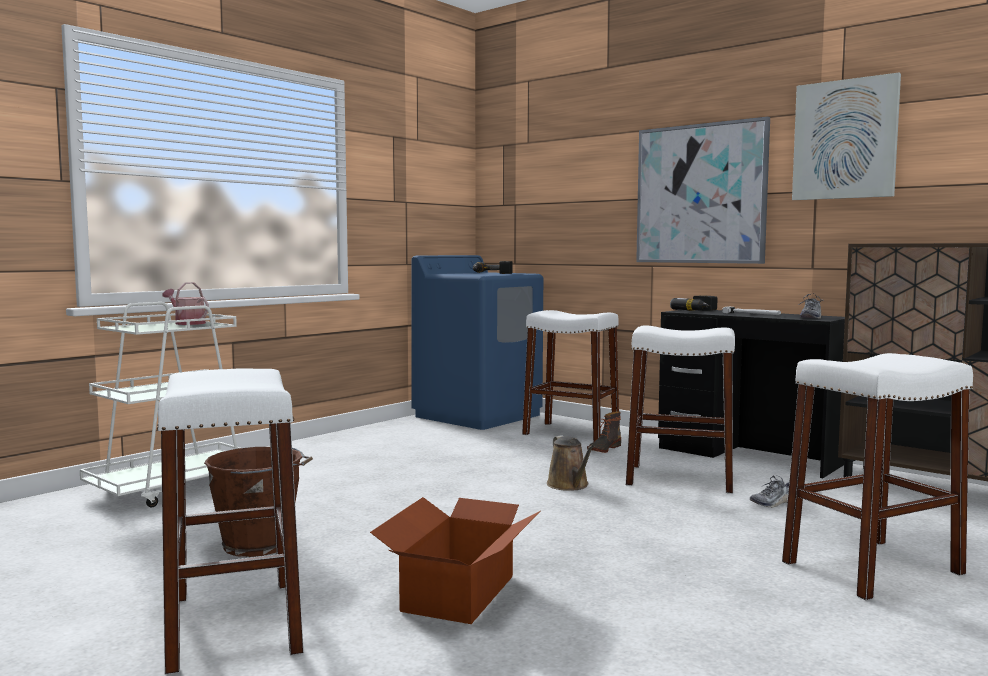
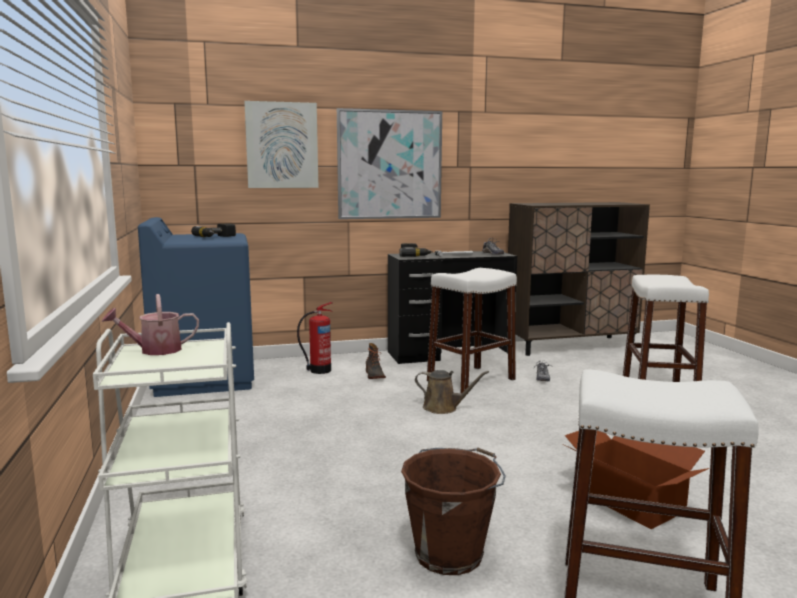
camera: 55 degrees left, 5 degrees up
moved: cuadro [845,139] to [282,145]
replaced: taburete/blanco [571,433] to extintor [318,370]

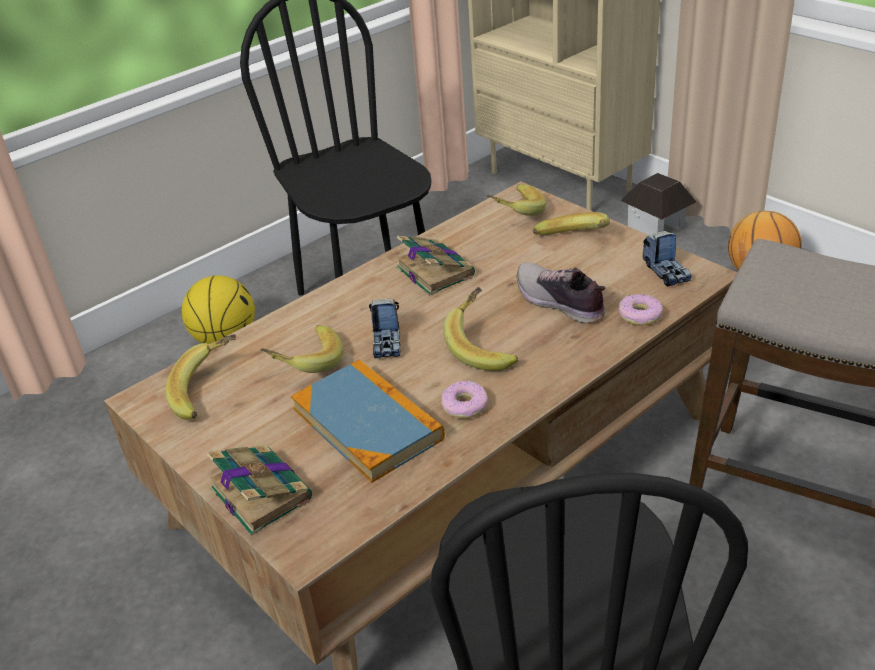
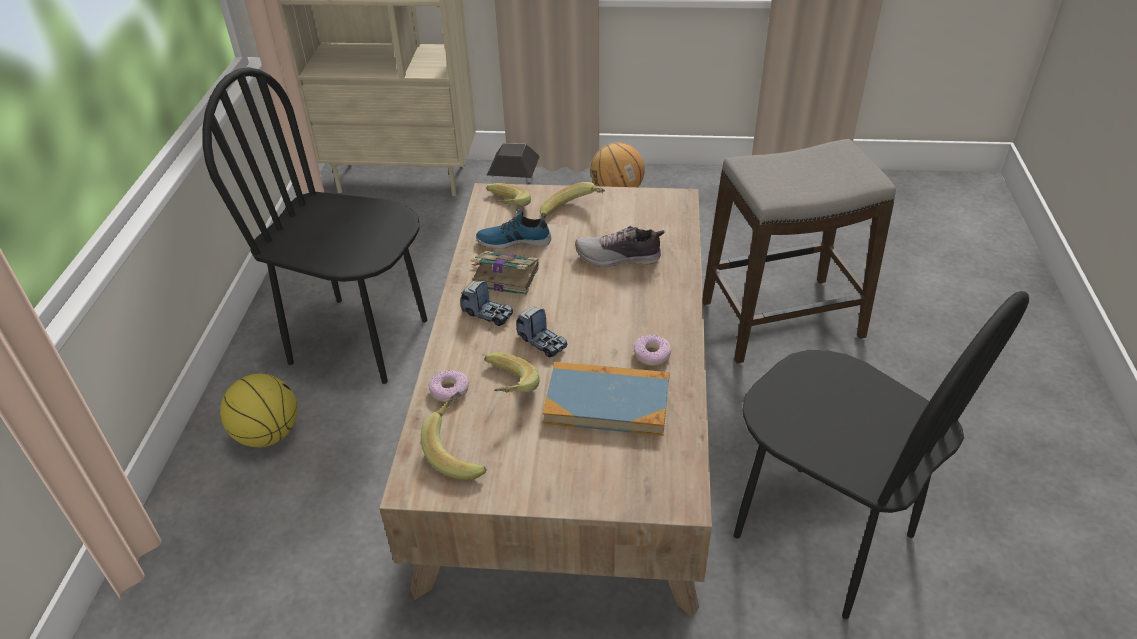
camera: 45 degrees left, 5 degrees up
removed: libro [260,493]; plátano [485,347]
added: zapato [514,240]
moved: rosquilla [639,316] to [449,390]; camión de juguete [666,271] to [487,313]

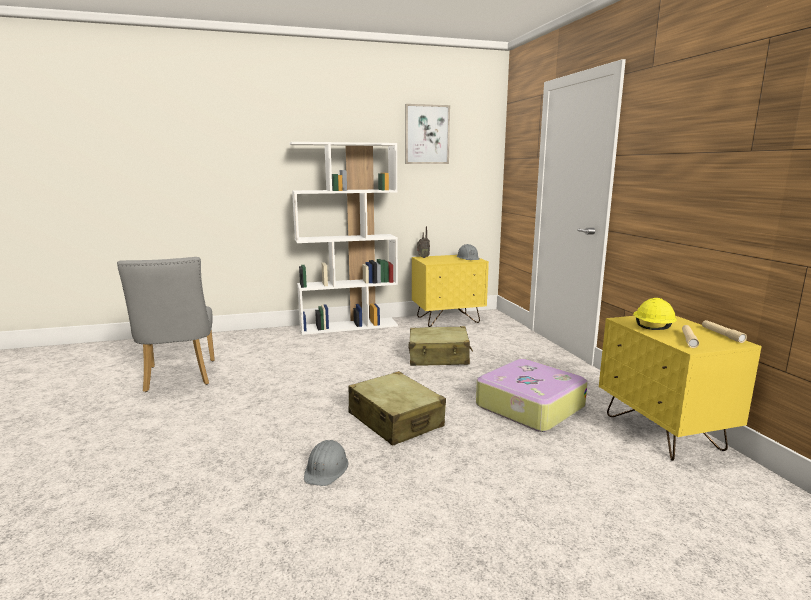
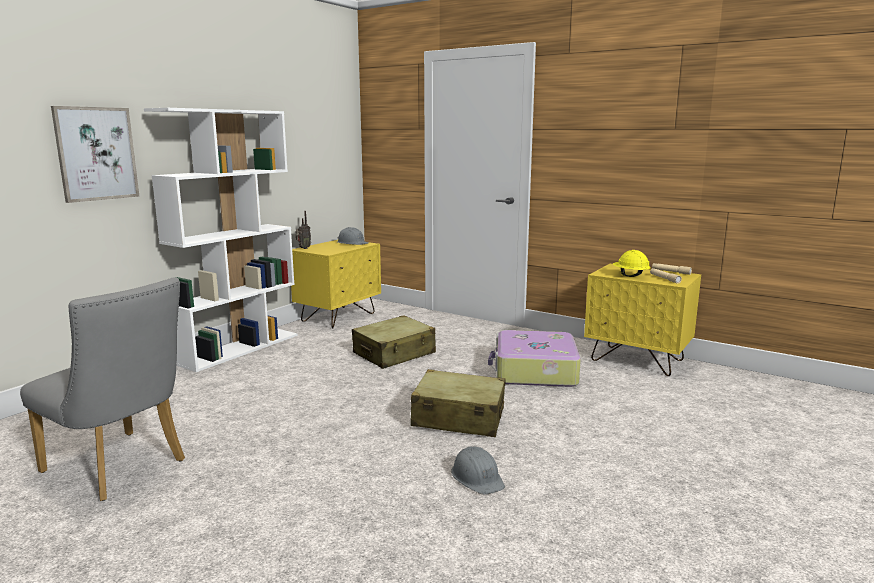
camera: 40 degrees left, 0 degrees up
moved: cuadro [427,134] to [96,154]

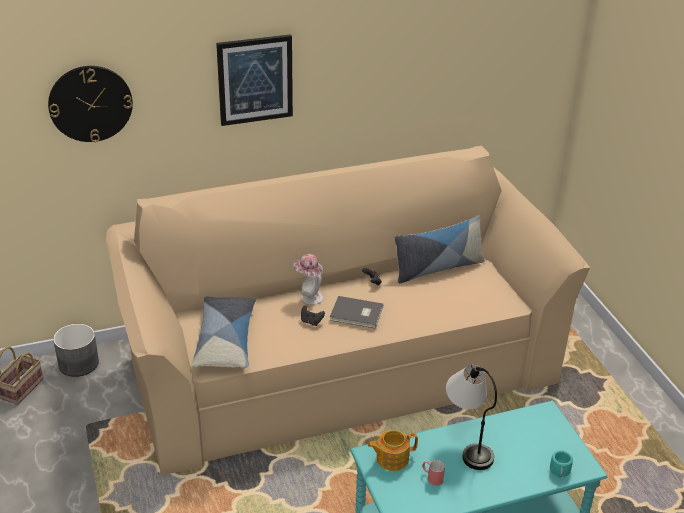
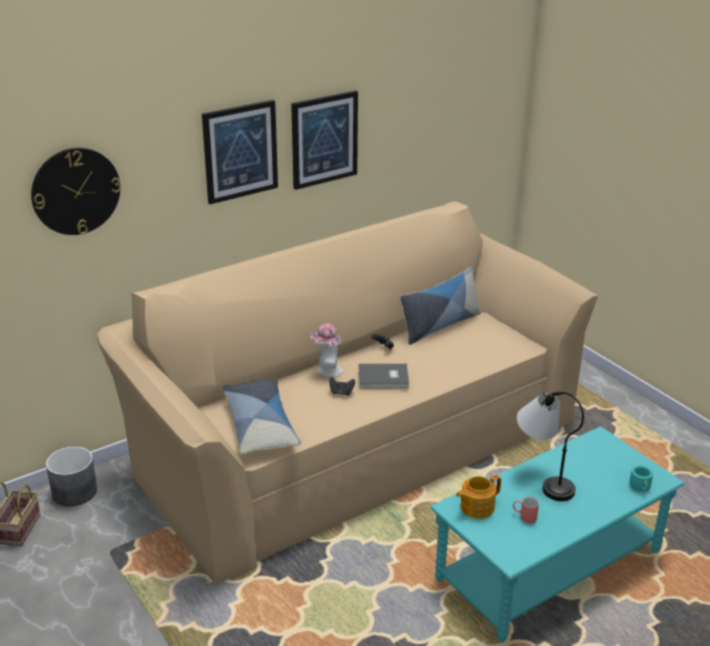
camera: 15 degrees left, 5 degrees down
added: cuadro [324,139]

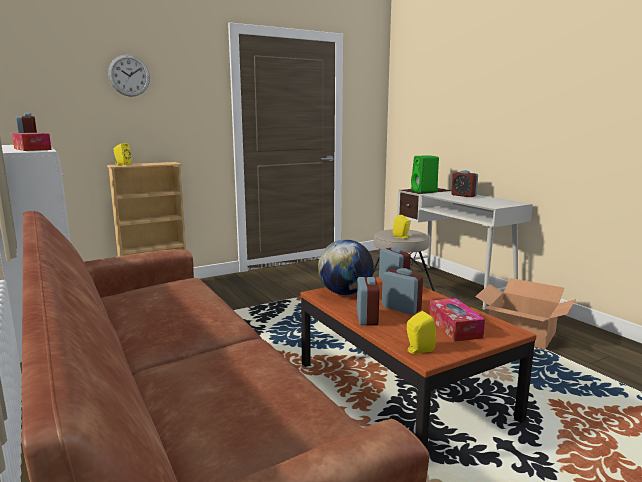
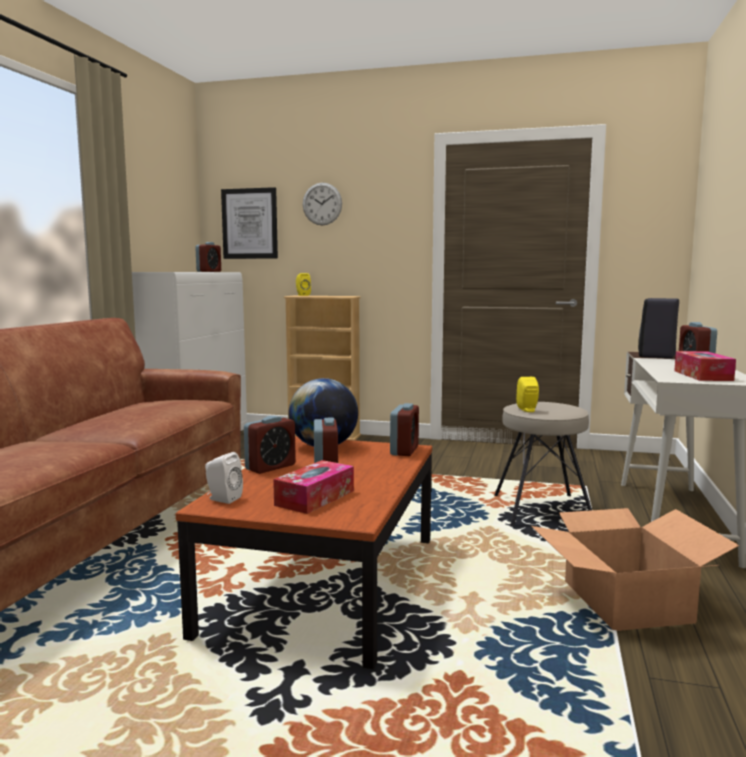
camera: 45 degrees right, 5 degrees down
added: cuadro [250,223]
moved: caja de pañuelos [32,149] to [702,375]
recoloured: altavoz/amarillo [418,350] to altavoz/blanco [222,499]; altavoz/verde [424,191] to altavoz/negro [657,356]

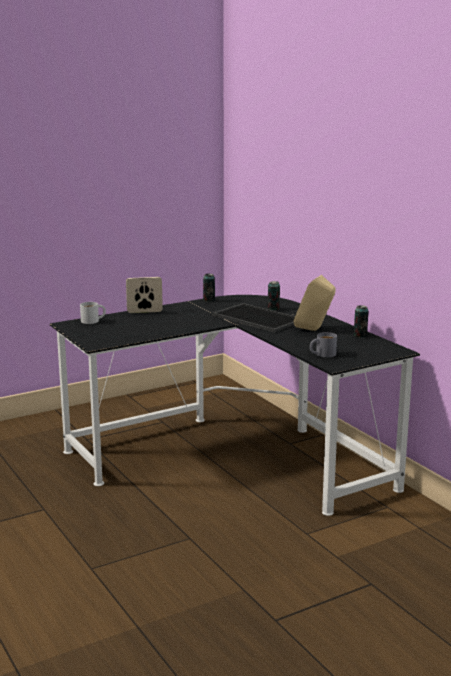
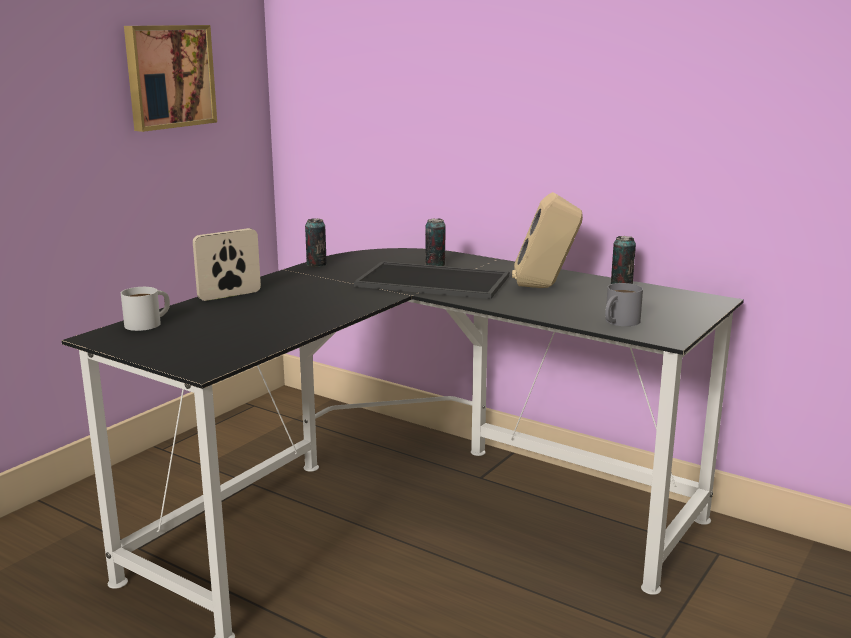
camera: 25 degrees left, 0 degrees up
added: cuadro [169,76]

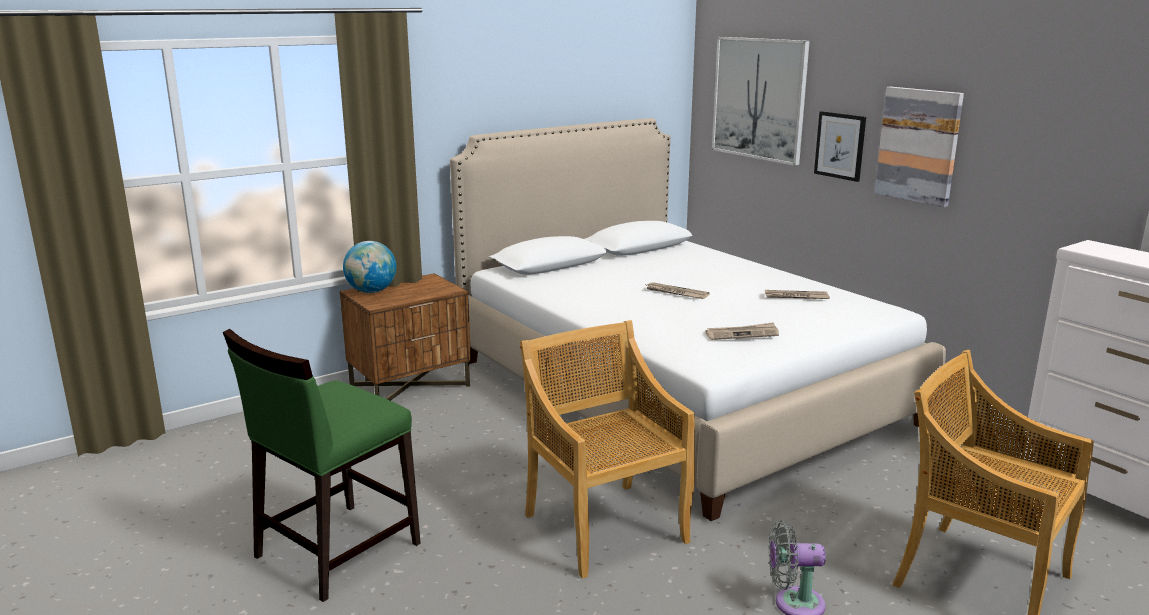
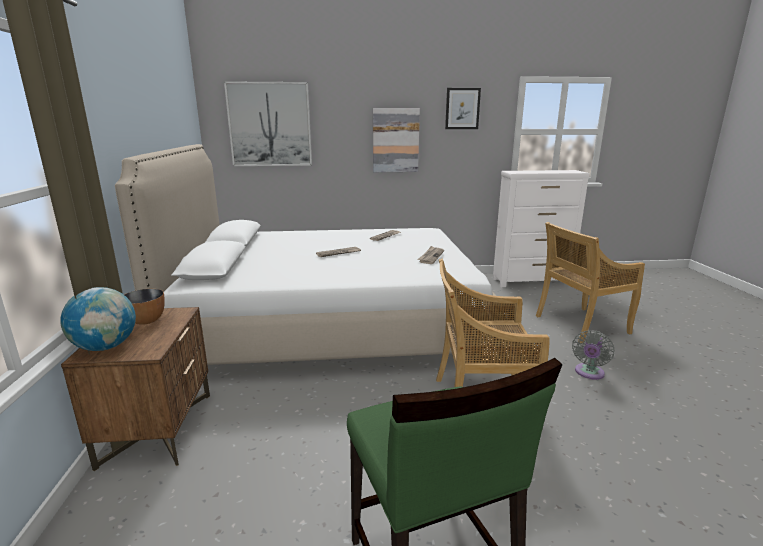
camera: 60 degrees left, 0 degrees up
added: cuenco [147,321]
moved: cuadro [840,146] to [462,108]

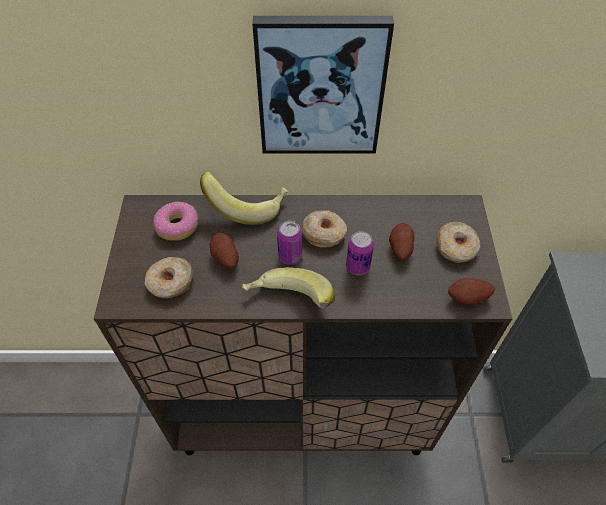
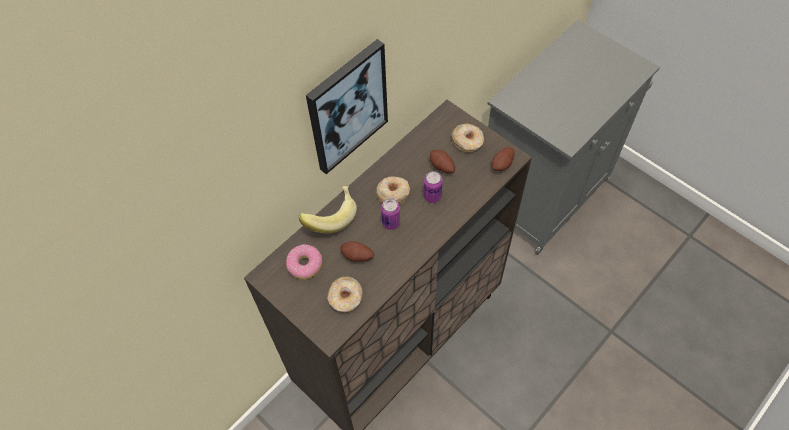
camera: 45 degrees left, 5 degrees up
removed: plátano [288,304]

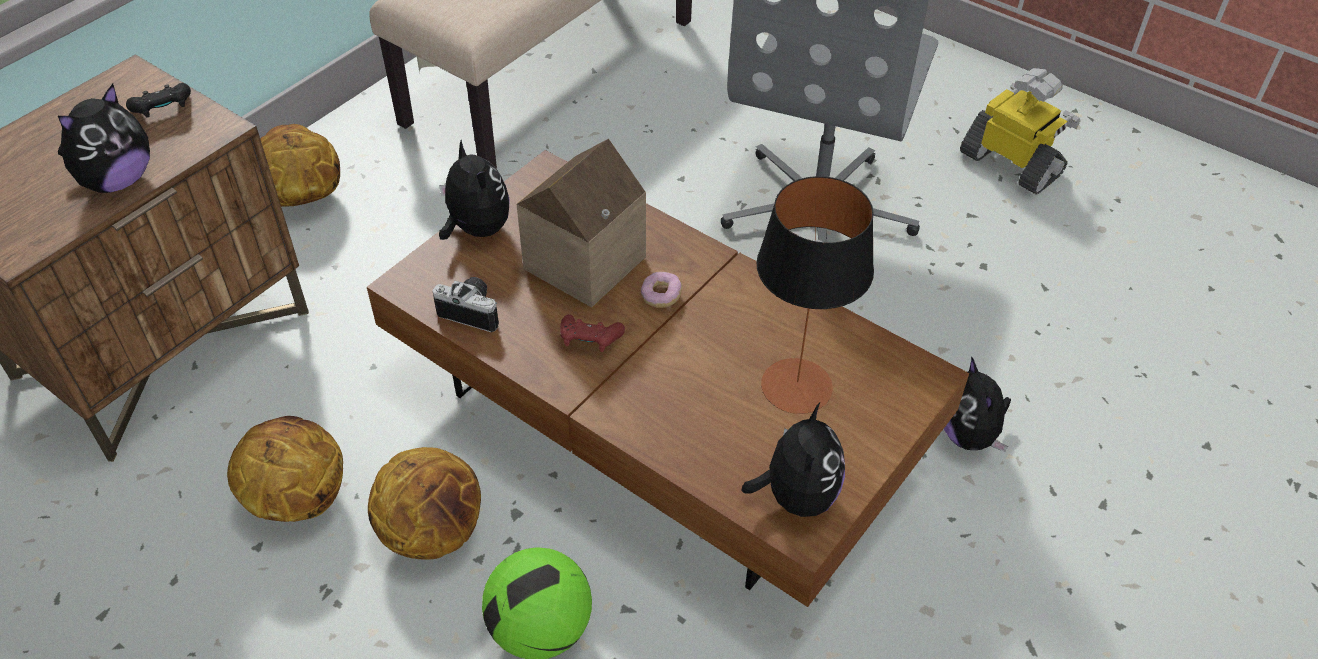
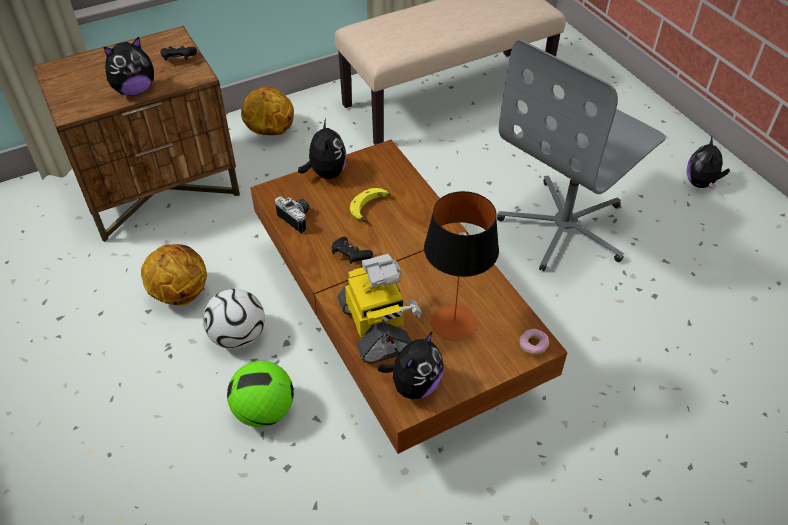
camera: 25 degrees right, 0 degrees up
moved: rosquilla [661,296] to [533,346]; peluche [969,435] to [701,183]; robot de juguete [1012,164] to [376,328]
replaced: balón de baloncesto [434,532] to balón de fútbol [238,337]; casita [579,261] to plátano [372,209]
recoloured: mando de consola/rojo [590,341] to mando de consola/negro [350,256]

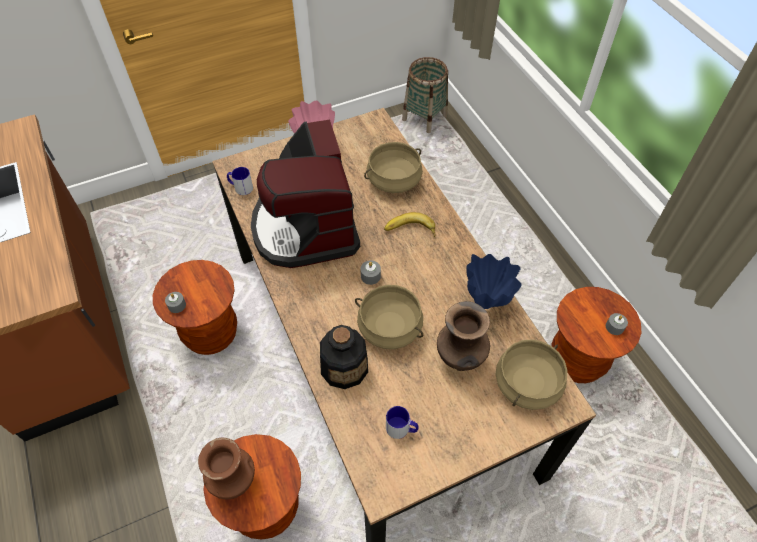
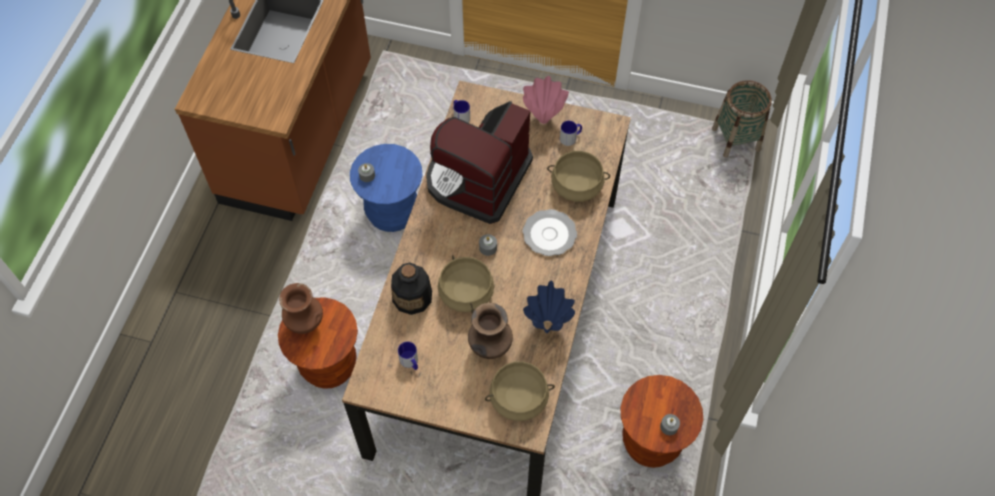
camera: 40 degrees right, 5 degrees up
added: taza grande [570,138]
replaced: plátano [410,231] to plato [548,234]
recoloured: taburete/marrón [211,333] to taburete/azul [392,213]

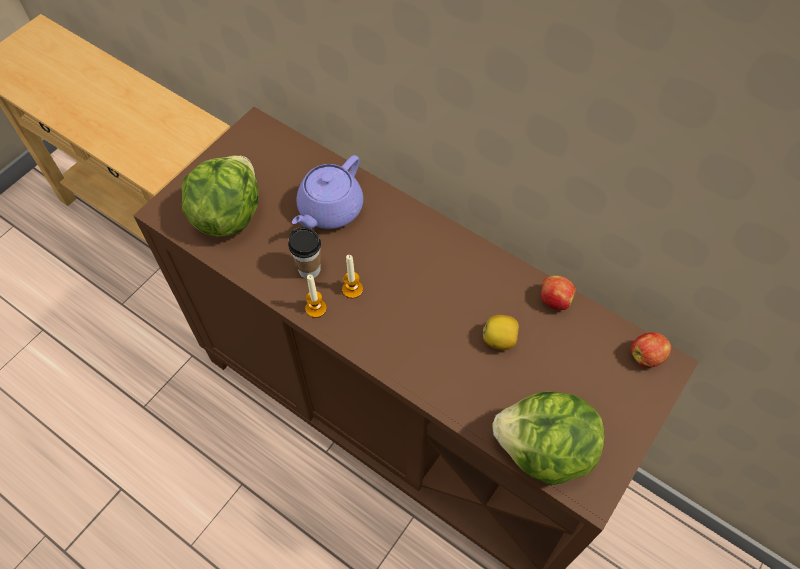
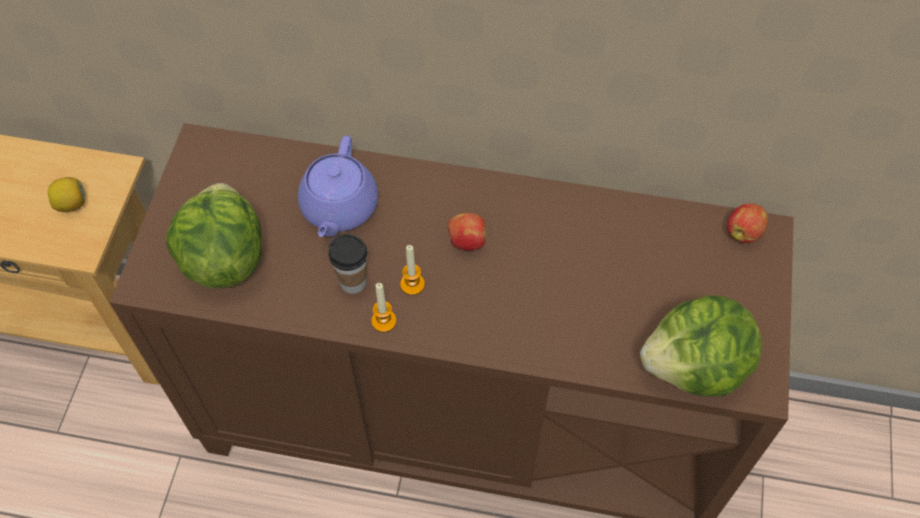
camera: 25 degrees left, 0 degrees up
moved: limón [500,339] to [72,204]; manzana [554,300] to [466,241]

